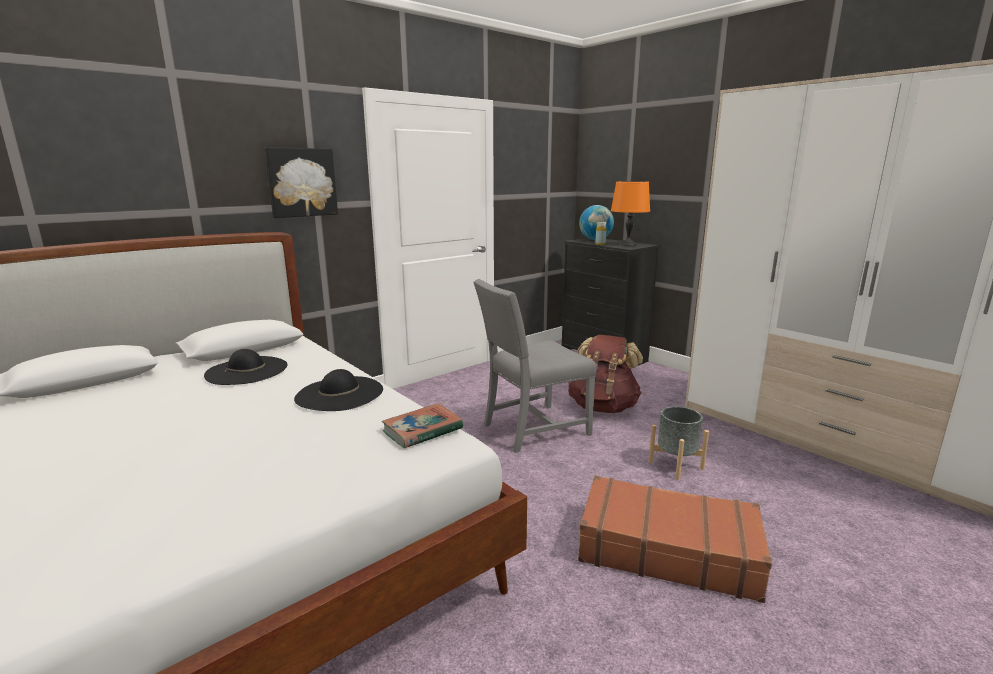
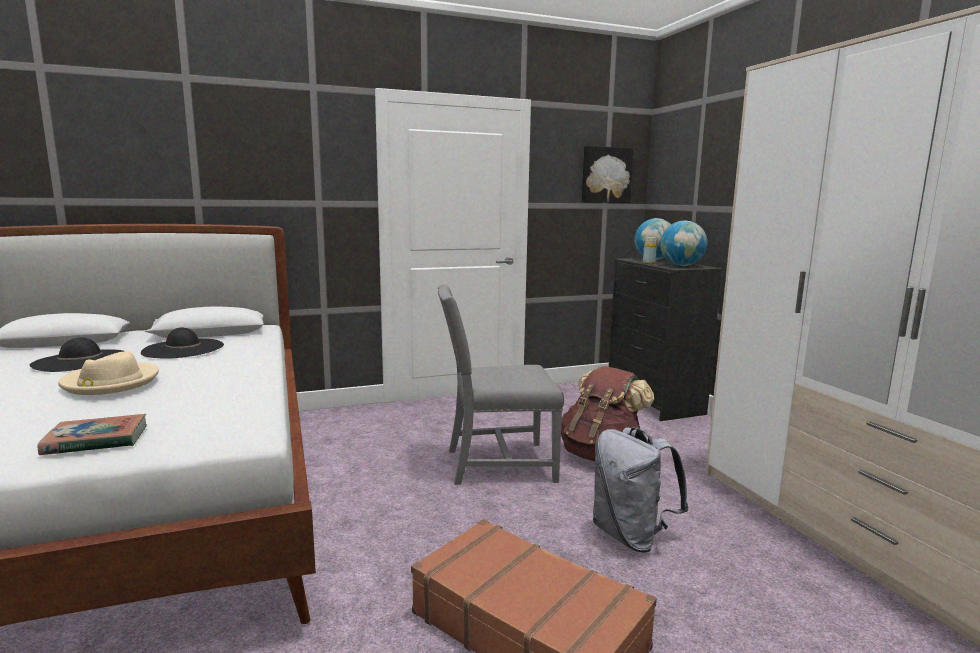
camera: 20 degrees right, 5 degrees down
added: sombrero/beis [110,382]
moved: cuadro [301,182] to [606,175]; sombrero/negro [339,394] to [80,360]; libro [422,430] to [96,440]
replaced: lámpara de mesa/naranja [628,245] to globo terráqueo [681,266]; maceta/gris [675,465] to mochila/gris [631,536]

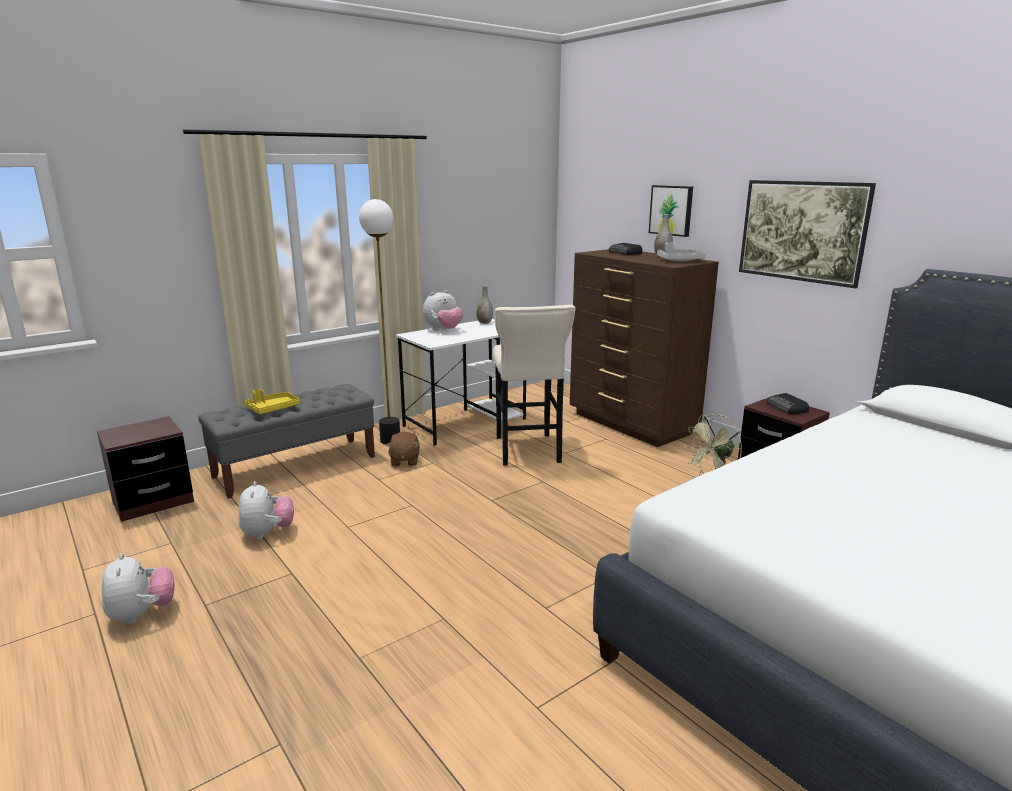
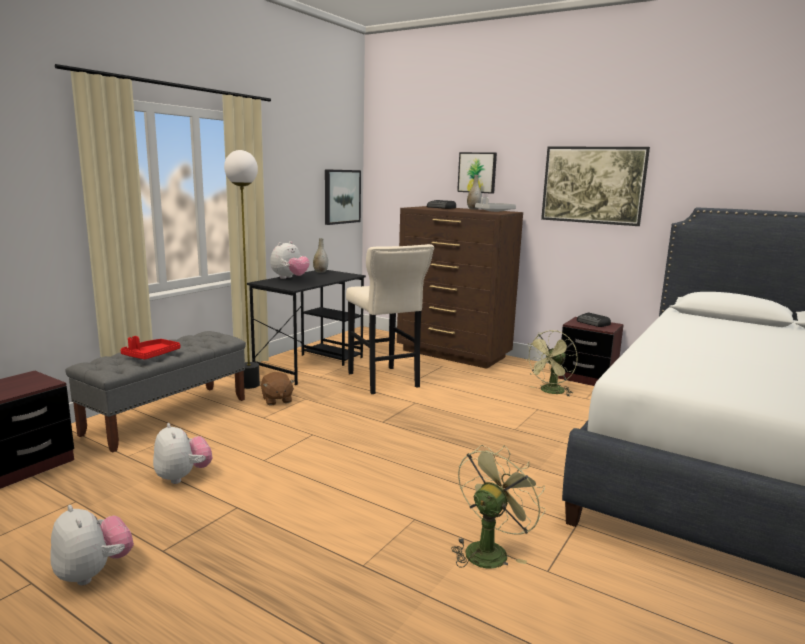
camera: 20 degrees left, 5 degrees down
added: cuadro [341,196]; ventilador/verde [489,550]
recoloured: bandeja/amarillo [273,408] to bandeja/rojo [151,355]; escritorio/blanco [465,422] to escritorio/negro [310,364]

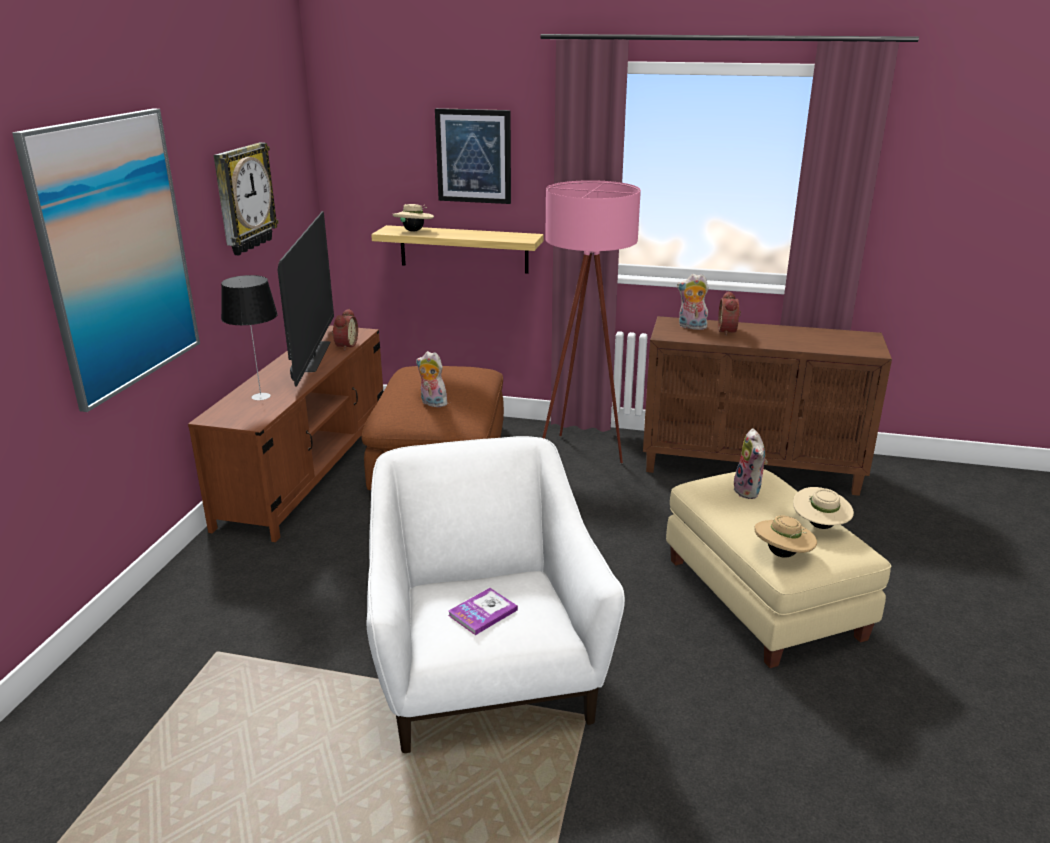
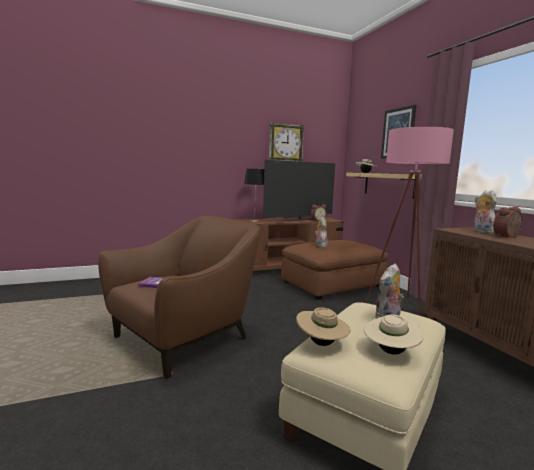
camera: 55 degrees right, 15 degrees down
removed: cuadro [117,254]
recoloured: sillón/blanco [485,673] to sillón/marrón [184,338]

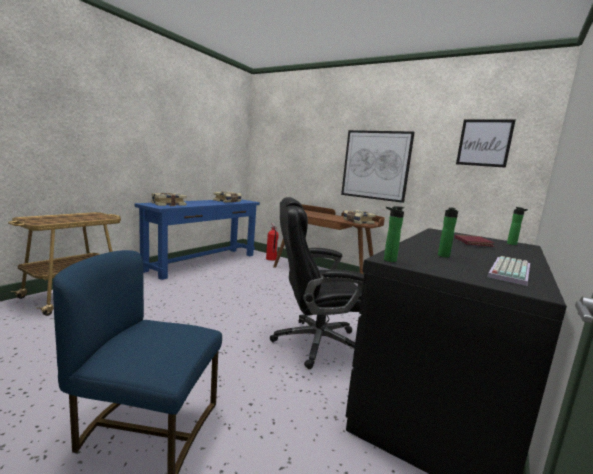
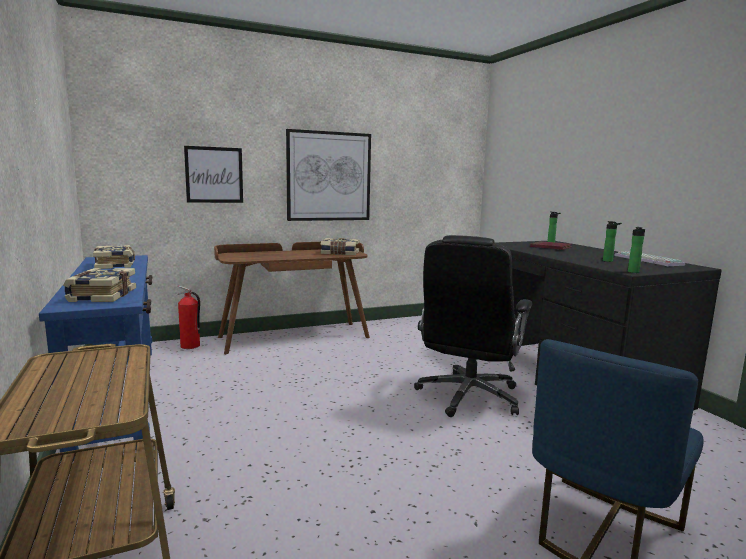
camera: 55 degrees left, 0 degrees up
moved: cuadro [484,143] to [214,175]

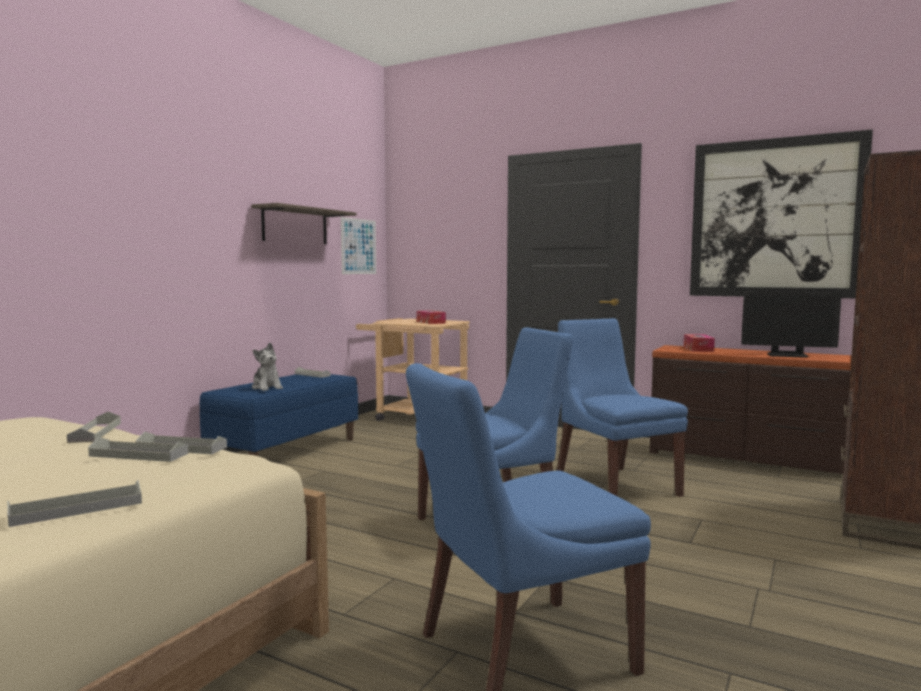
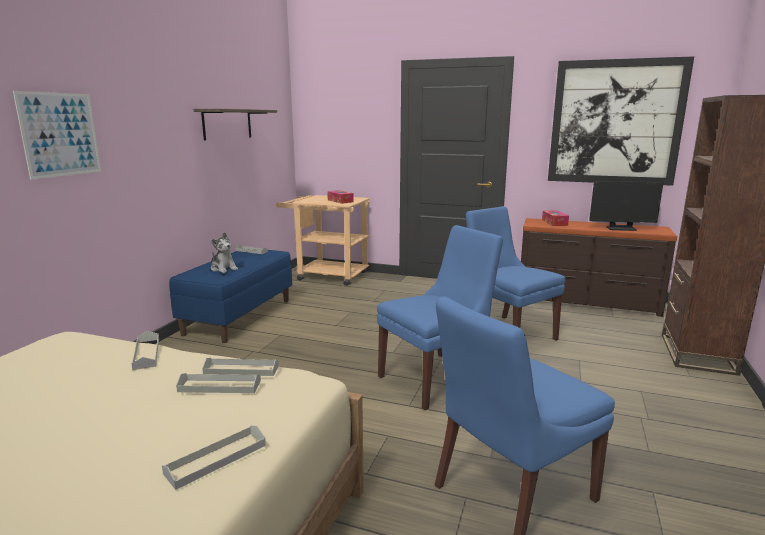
camera: 10 degrees left, 10 degrees up
moved: cuadro [358,246] to [60,134]

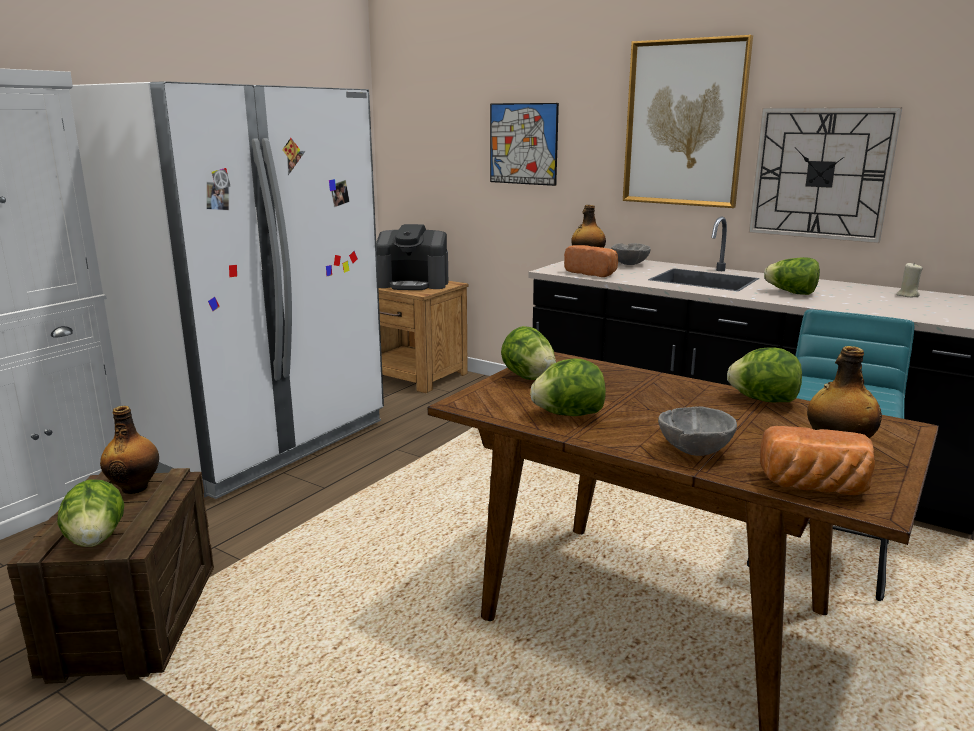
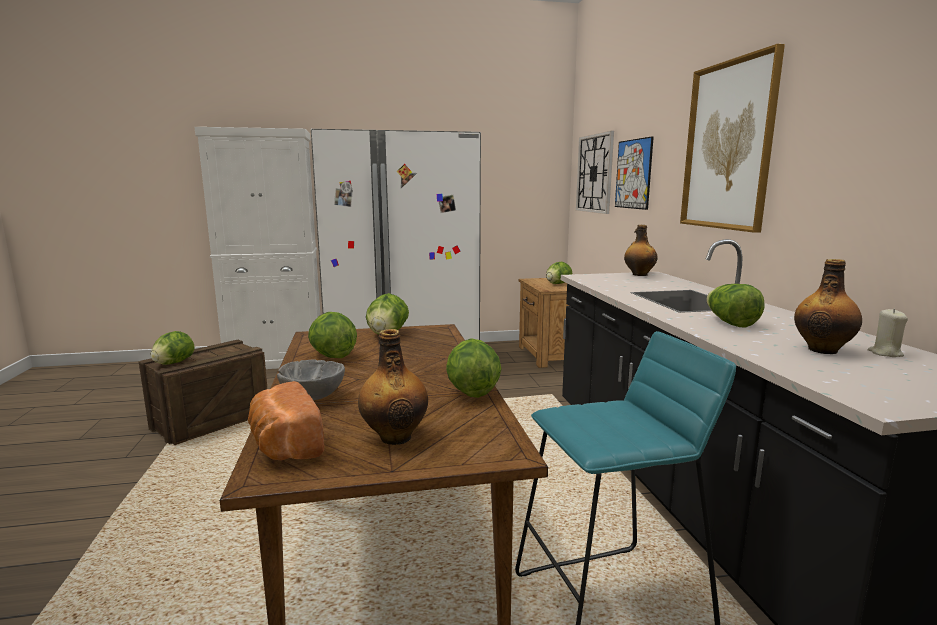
camera: 45 degrees right, 5 degrees down
removed: pan [593,273]; cuenco/gris [629,264]
moved: botella [135,487] to [823,350]; reloj de pared [820,174] to [594,173]
replaced: cafetera [413,284] to lechuga [557,284]

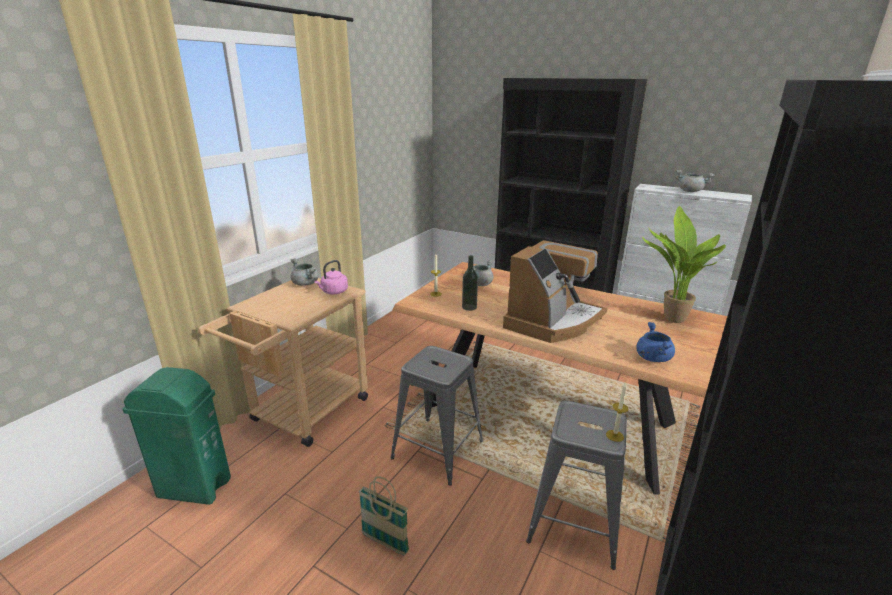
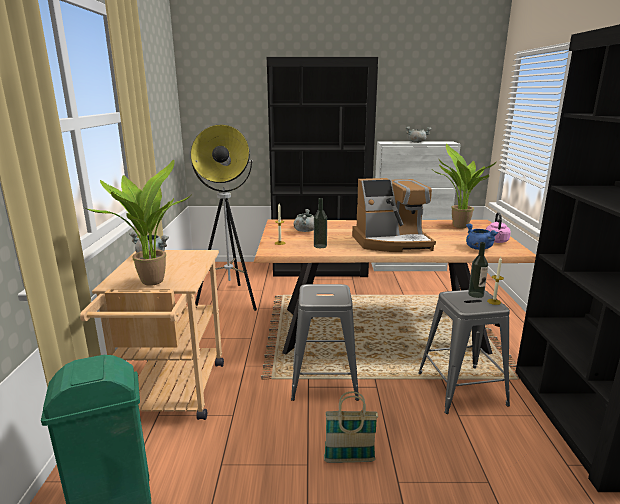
camera: 30 degrees left, 5 degrees down
added: planta en maceta [151,281]; lámpara de pie [231,300]; botella [476,294]
moved: hervidor/rosa [333,292] to [496,241]
turned: cafetera [553,322] = [392,242] 75 degrees clockwise

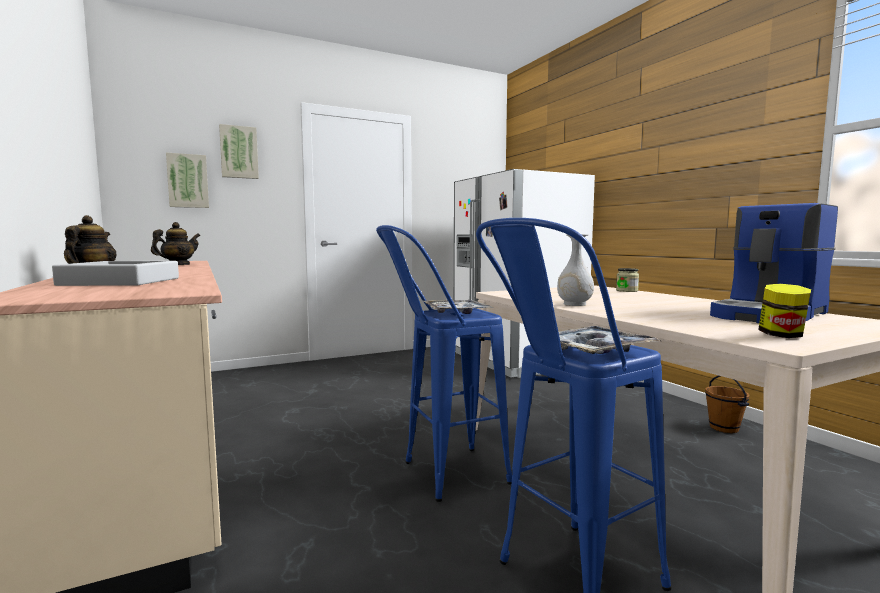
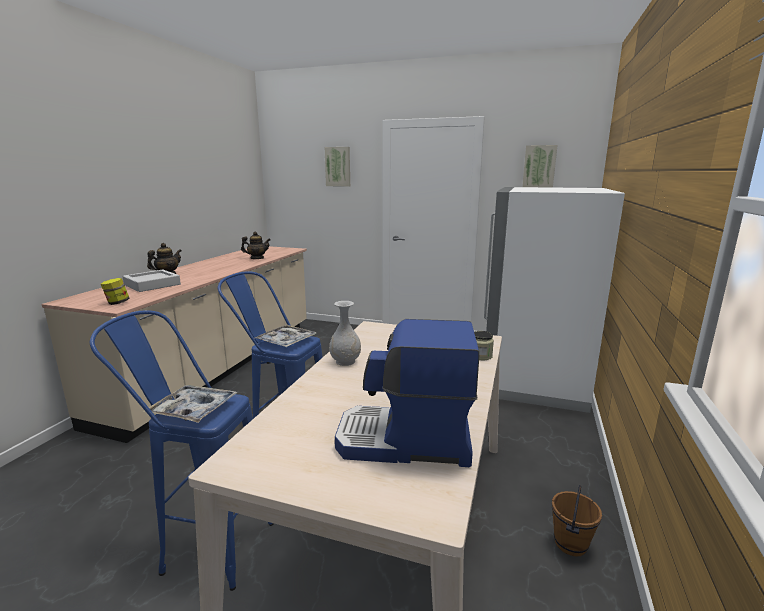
camera: 45 degrees right, 10 degrees up
moved: cuadro [188,181] to [539,168]; tarro [781,335] to [117,303]

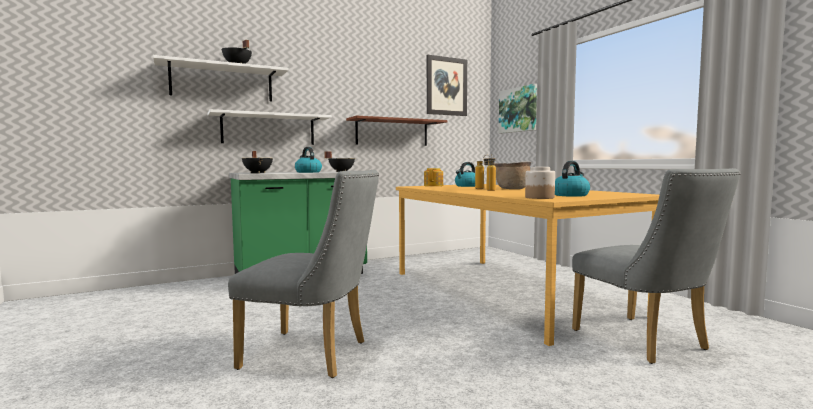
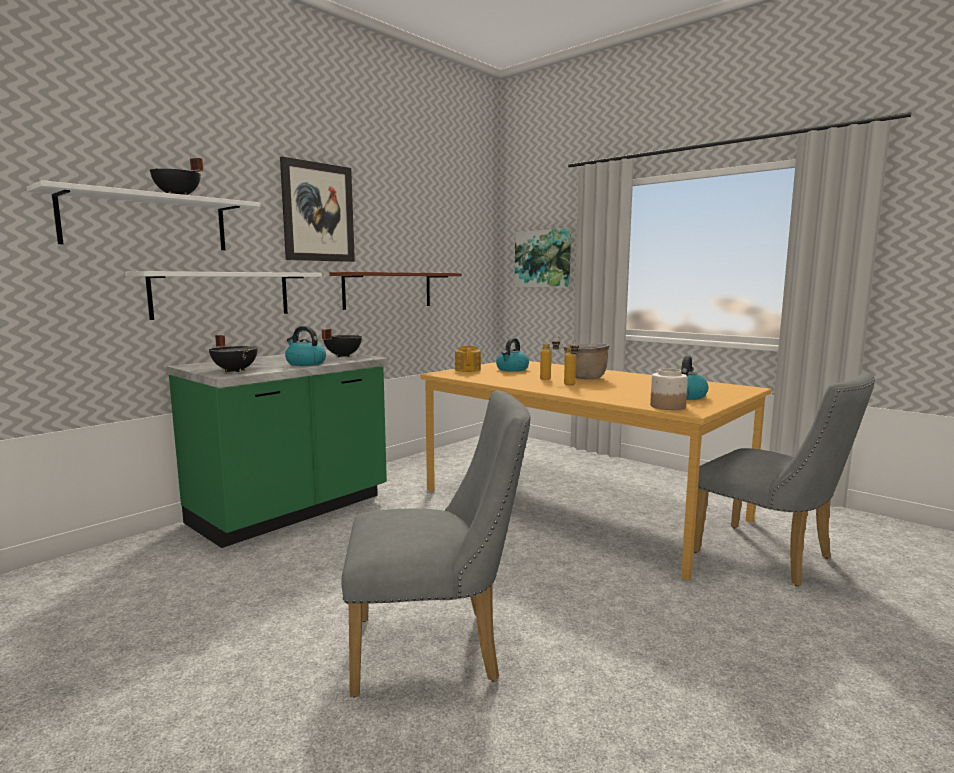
camera: 20 degrees left, 5 degrees up
moved: cuadro [446,86] to [318,212]

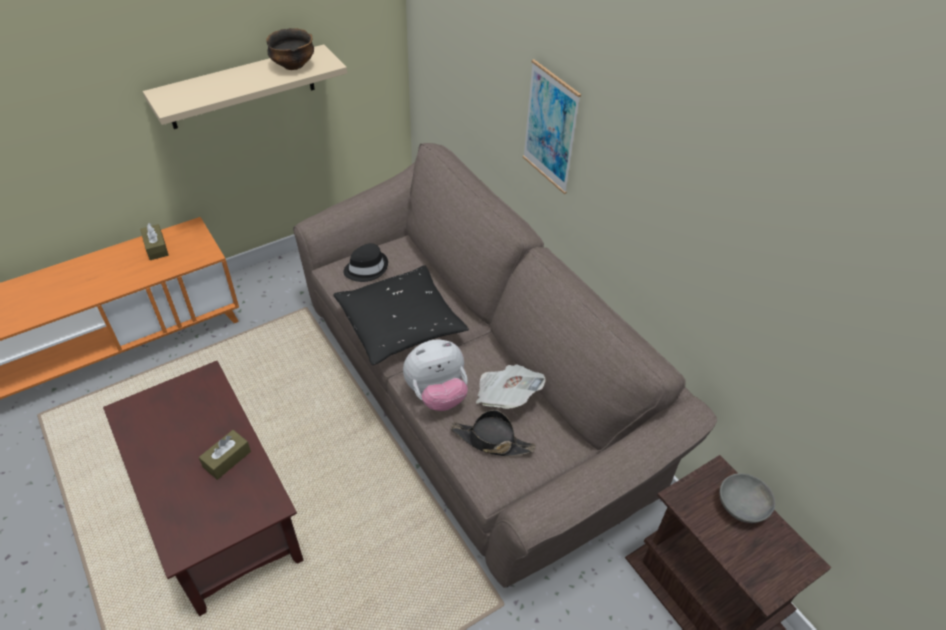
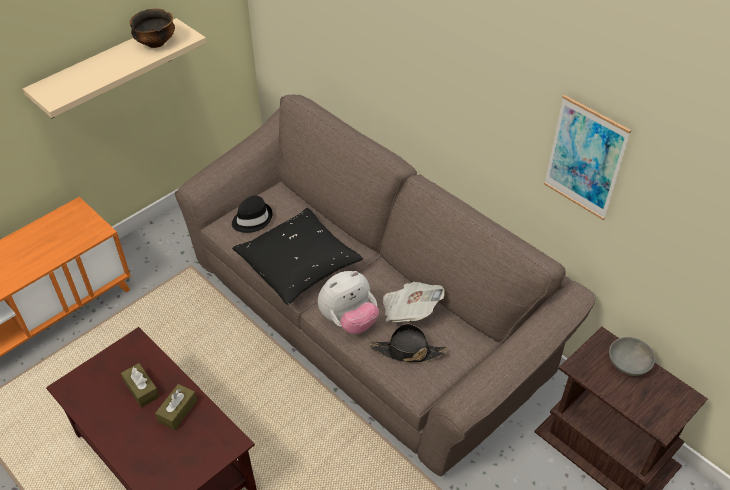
camera: 10 degrees left, 0 degrees up
moved: caja de pañuelos/marrón [156,247] to [141,389]; cuadro [550,128] to [585,158]

